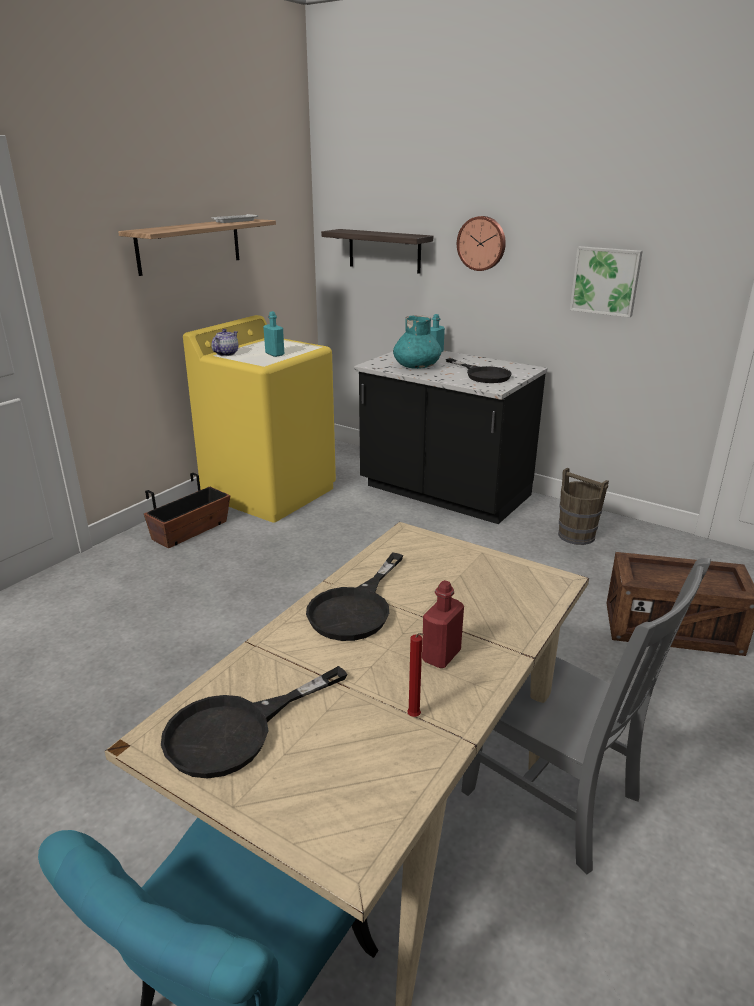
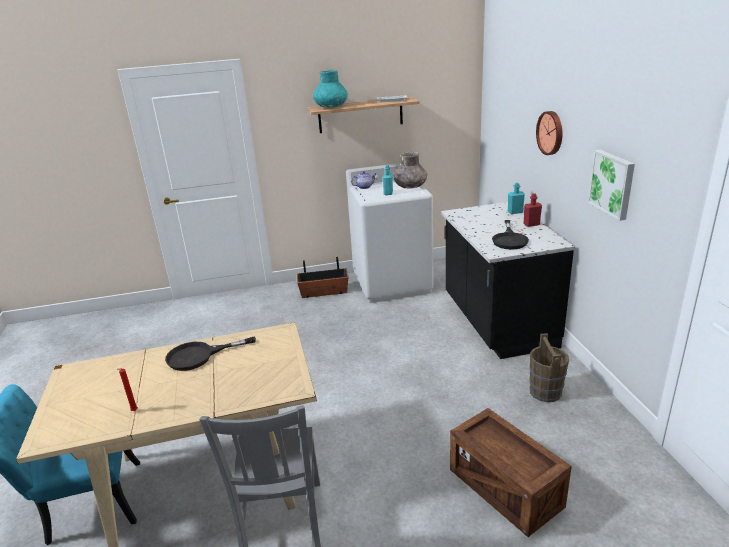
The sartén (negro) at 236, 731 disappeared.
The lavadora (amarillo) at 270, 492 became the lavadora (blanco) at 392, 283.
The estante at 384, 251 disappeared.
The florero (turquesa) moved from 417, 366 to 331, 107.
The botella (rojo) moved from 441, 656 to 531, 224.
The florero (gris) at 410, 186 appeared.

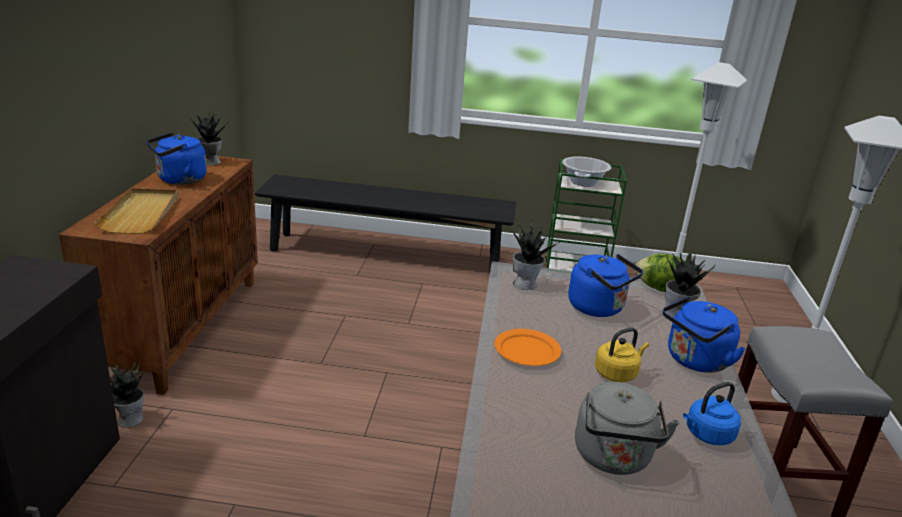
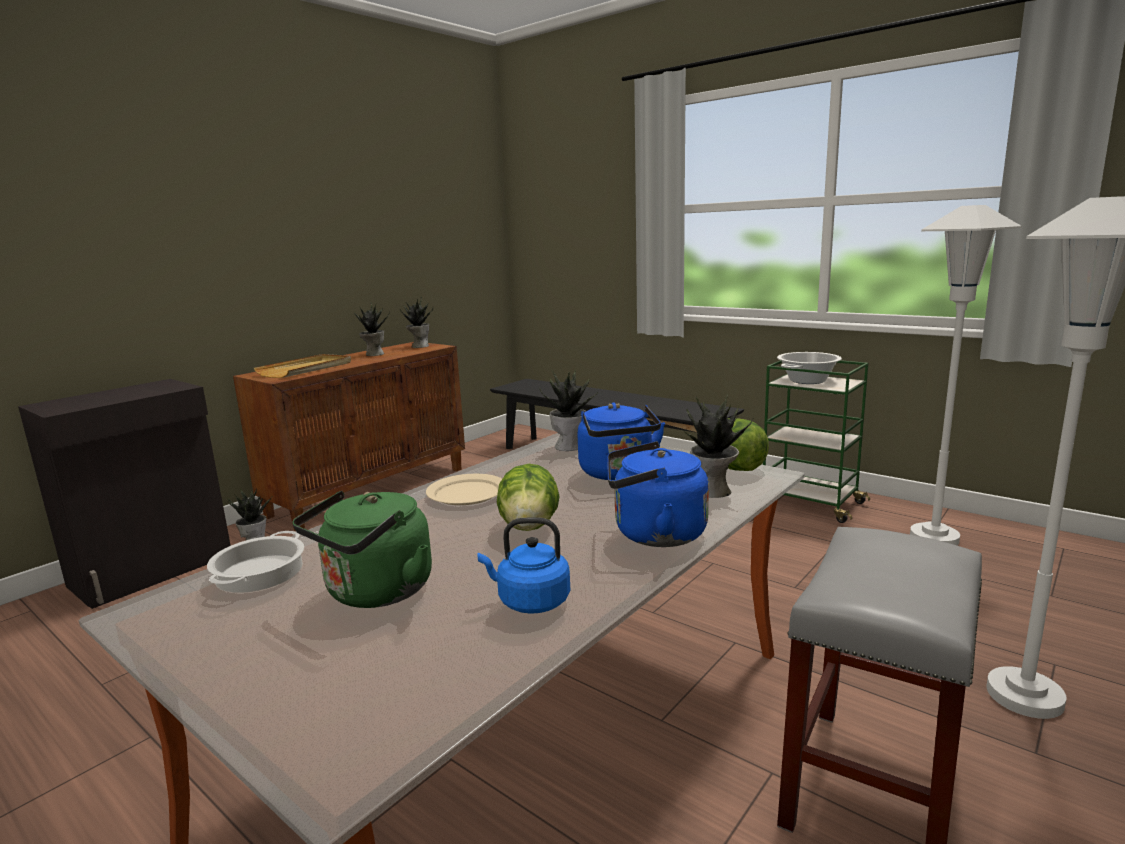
The hervidor (azul) at 179, 180 was replaced by the planta en maceta at 374, 354.
The plato (naranja) at 527, 350 became the plato (beis) at 467, 493.
The hervidor (gris) at 613, 458 became the hervidor (verde) at 375, 593.
The hervidor (amarillo) at 617, 373 was replaced by the lechuga at 529, 527.
The olla at 260, 572 appeared.

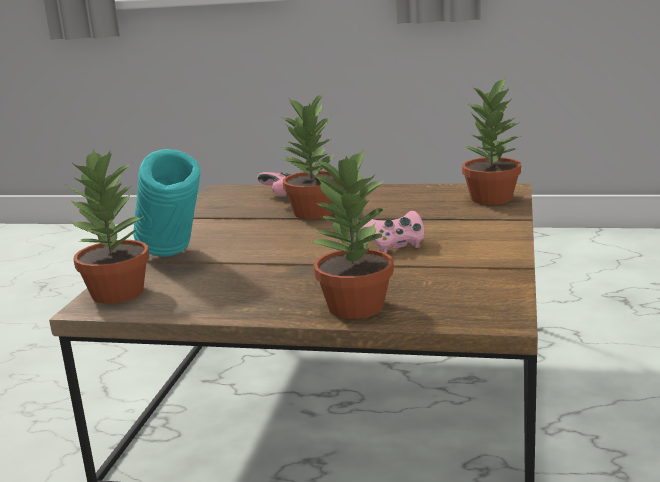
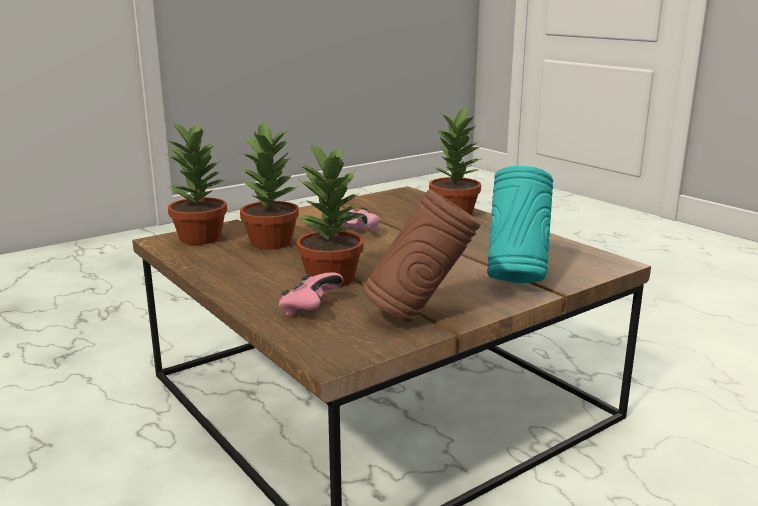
The planta en maceta moved from 117, 294 to 272, 242.
The florero (marrón) at 419, 316 appeared.

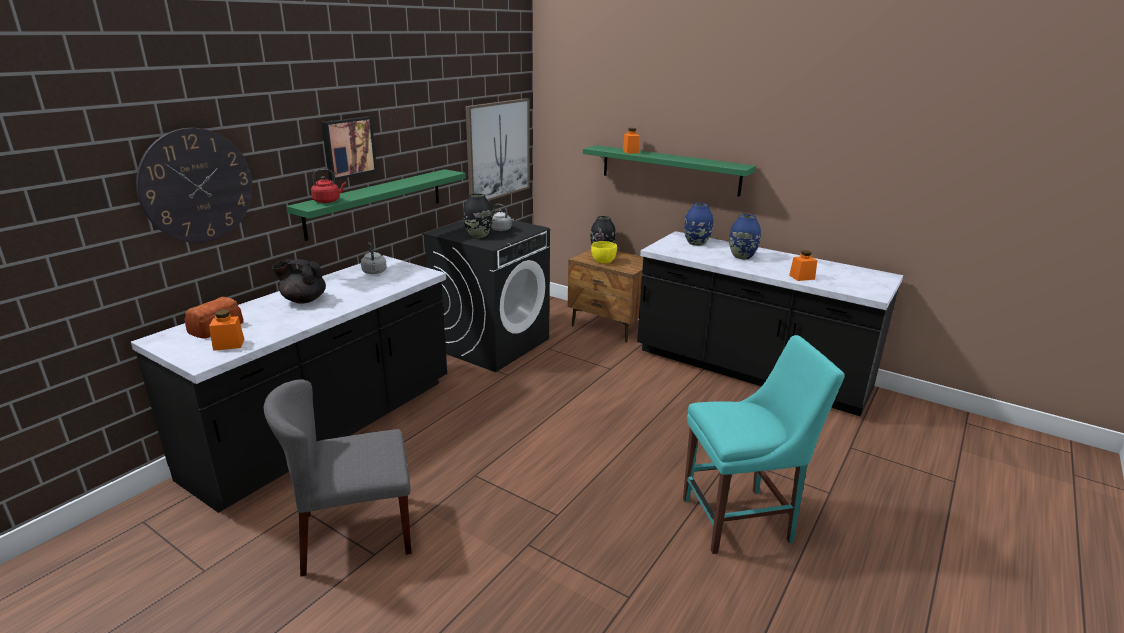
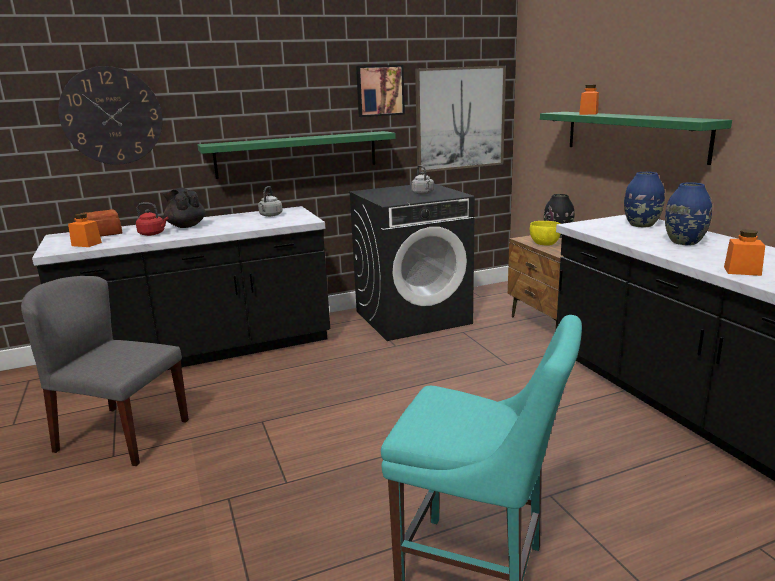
The hervidor (rojo) moved from 328, 201 to 153, 234.
The cuadro moved from 348, 147 to 379, 90.
The florero (negro) at 478, 235 disappeared.

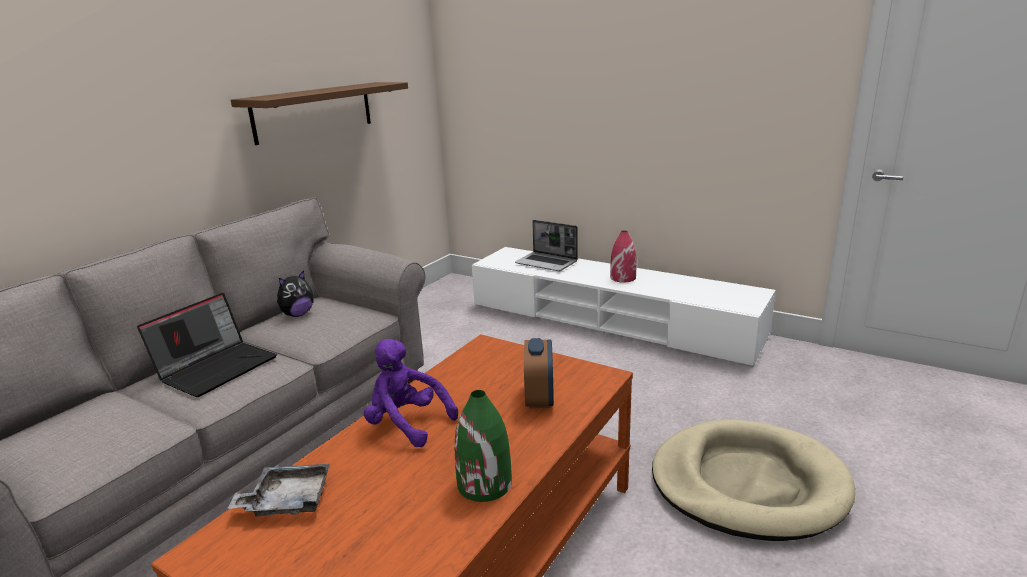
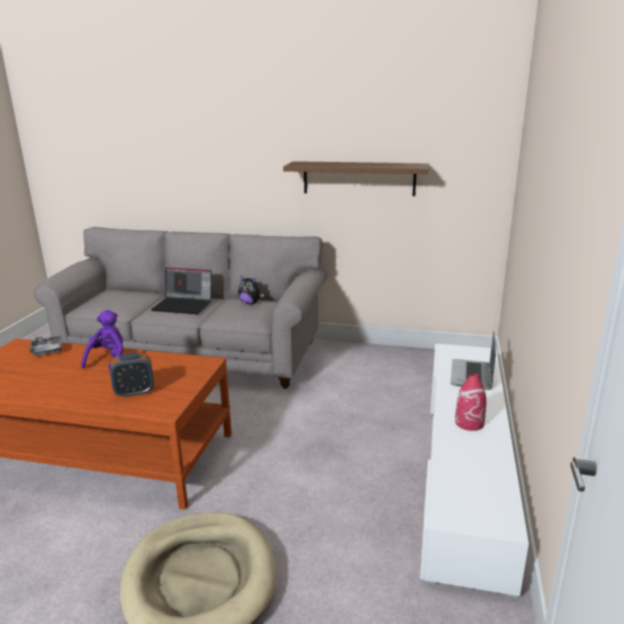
The florero (verde) at 485, 484 disappeared.

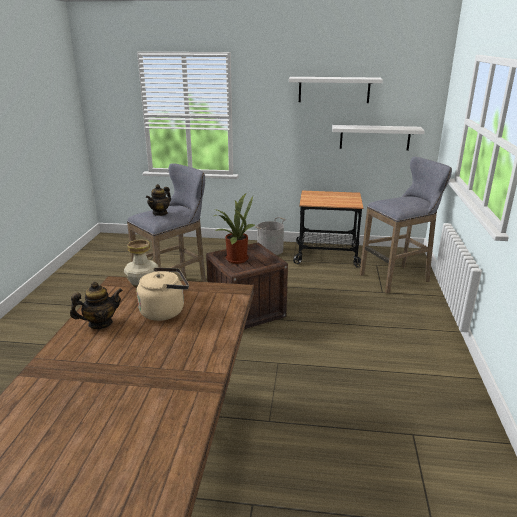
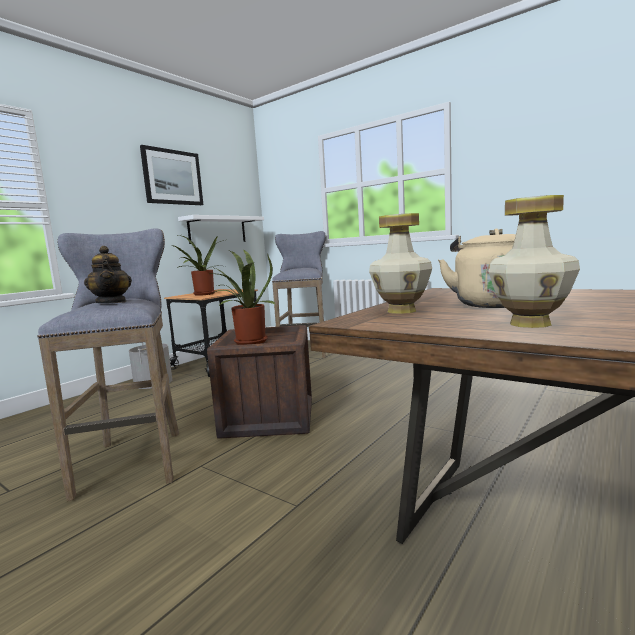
The tetera at 100, 323 was replaced by the florero at 530, 324.
The estante (blanco) at 334, 89 was replaced by the cuadro at 172, 177.
The planta en maceta at 203, 294 appeared.

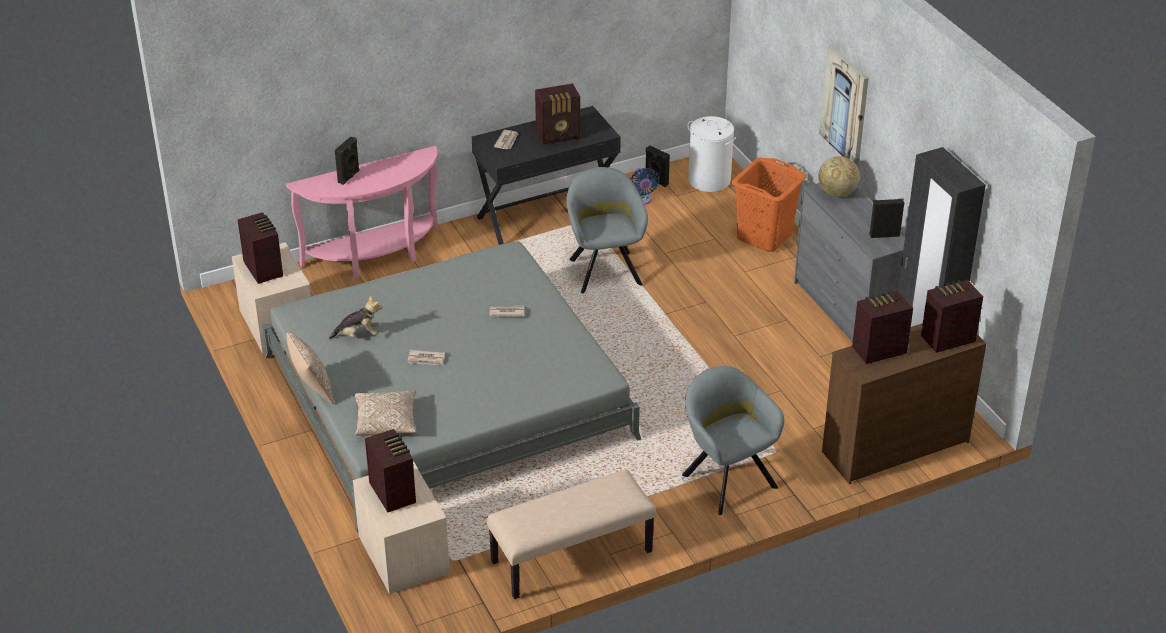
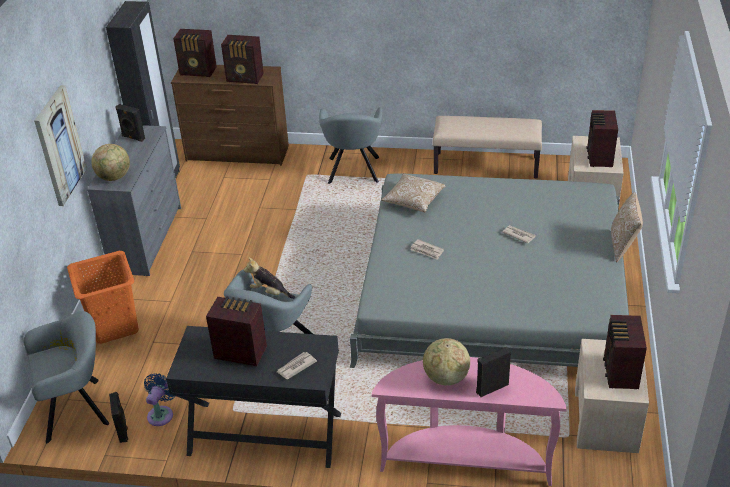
The peluche moved from 358, 335 to 270, 292.
The cojín moved from 386, 422 to 413, 200.
The cesto de la ropa (blanco) at 709, 180 was replaced by the sillón (gris) at 78, 409.
The globo terráqueo at 445, 378 appeared.

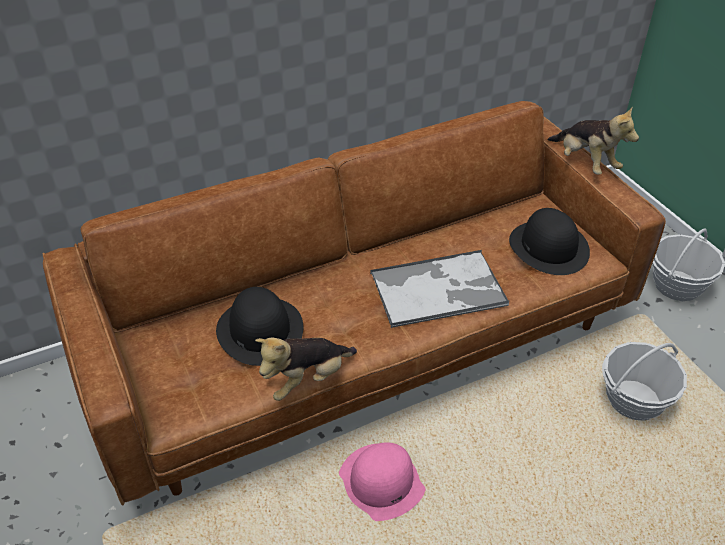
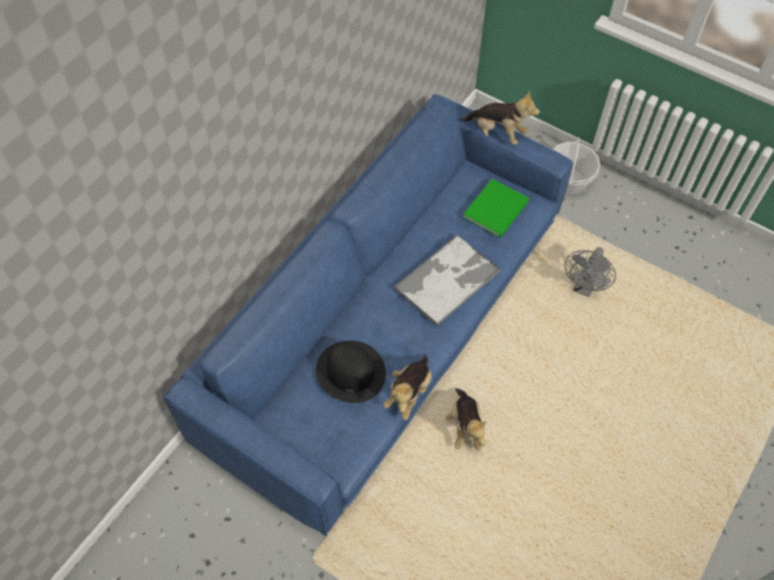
The sofá (marrón) at 362, 343 became the sofá (azul) at 386, 330.
The sombrero (rosa) at 381, 481 was replaced by the peluche at 465, 426.
The sombrero (negro) at 549, 247 was replaced by the libro (verde) at 498, 209.
The cesta at 634, 400 was replaced by the ventilador (gris) at 584, 288.

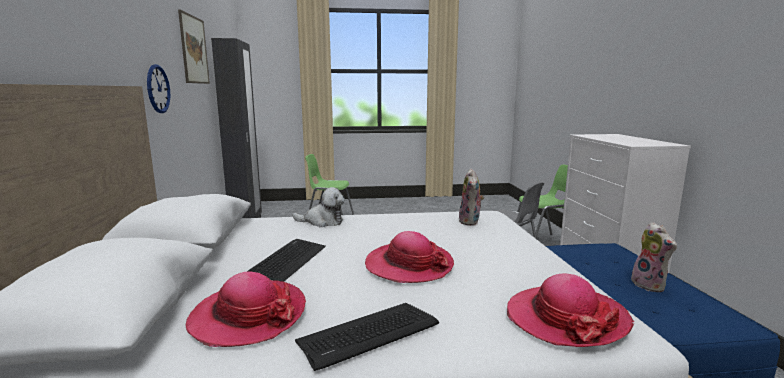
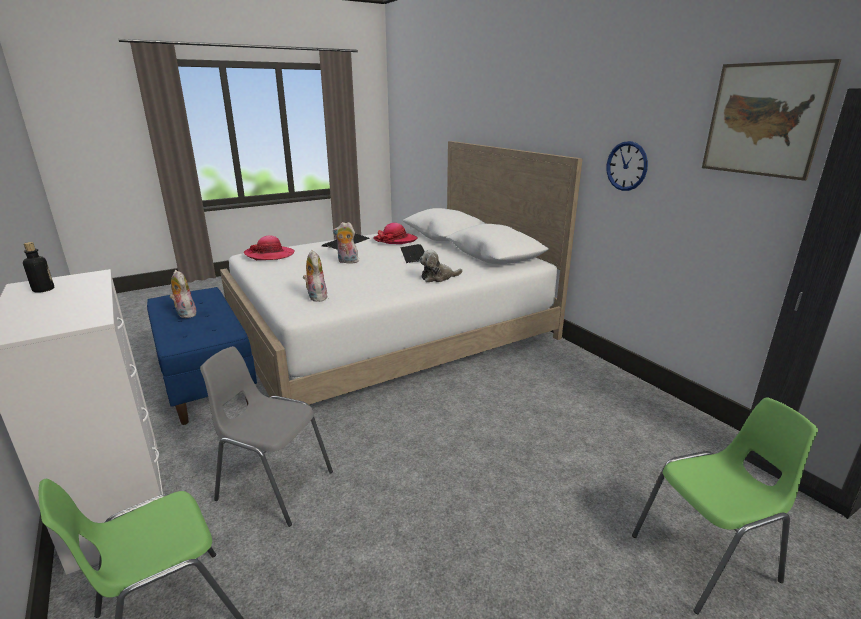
The sombrero at 409, 265 was replaced by the peluche at 347, 262.
The botella at 43, 289 appeared.

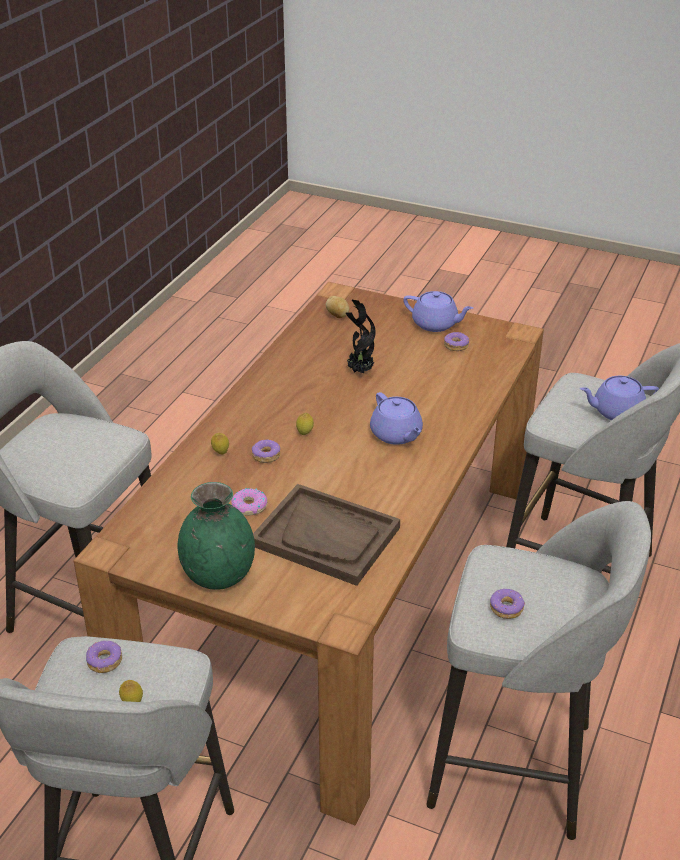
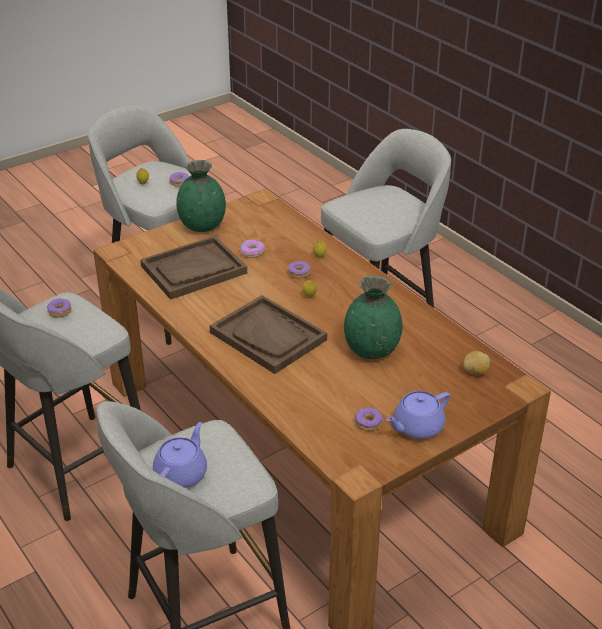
The planta en maceta at 359, 371 was replaced by the florero (verde) at 371, 350.
The tetera (morado) at 396, 434 was replaced by the bandeja (marrón) at 268, 336.

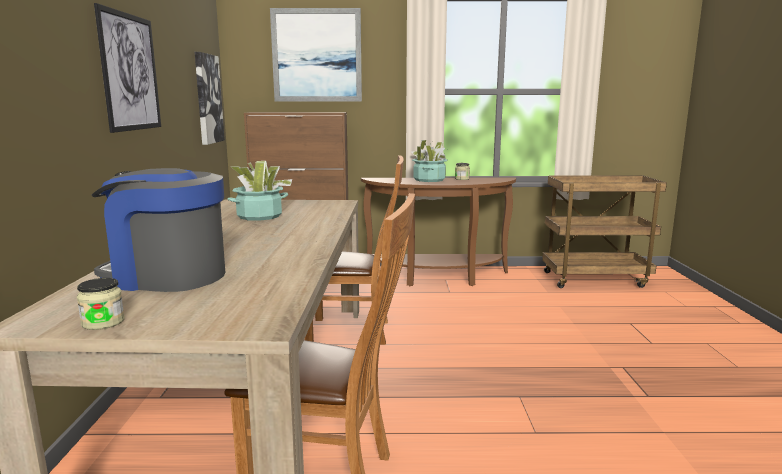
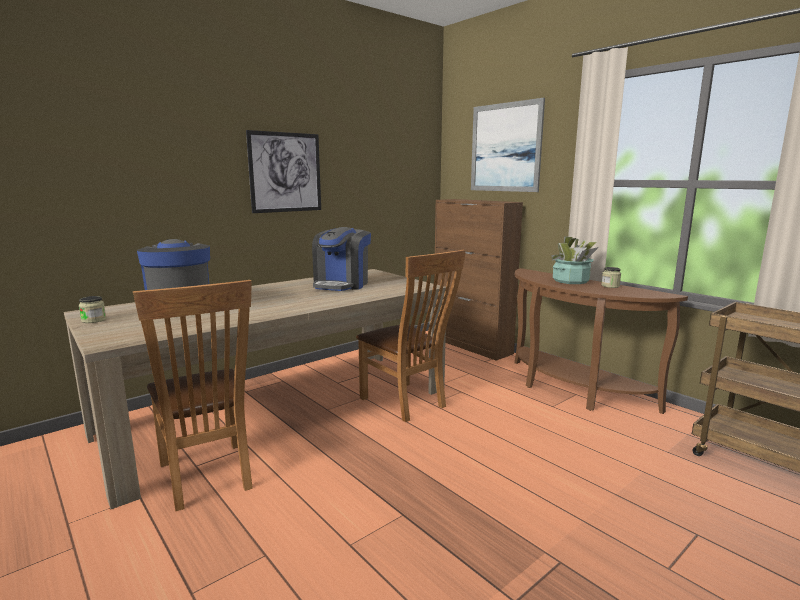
The cuadro at 207, 99 disappeared.
The planta en maceta at 259, 216 was replaced by the cafetera at 341, 284.

